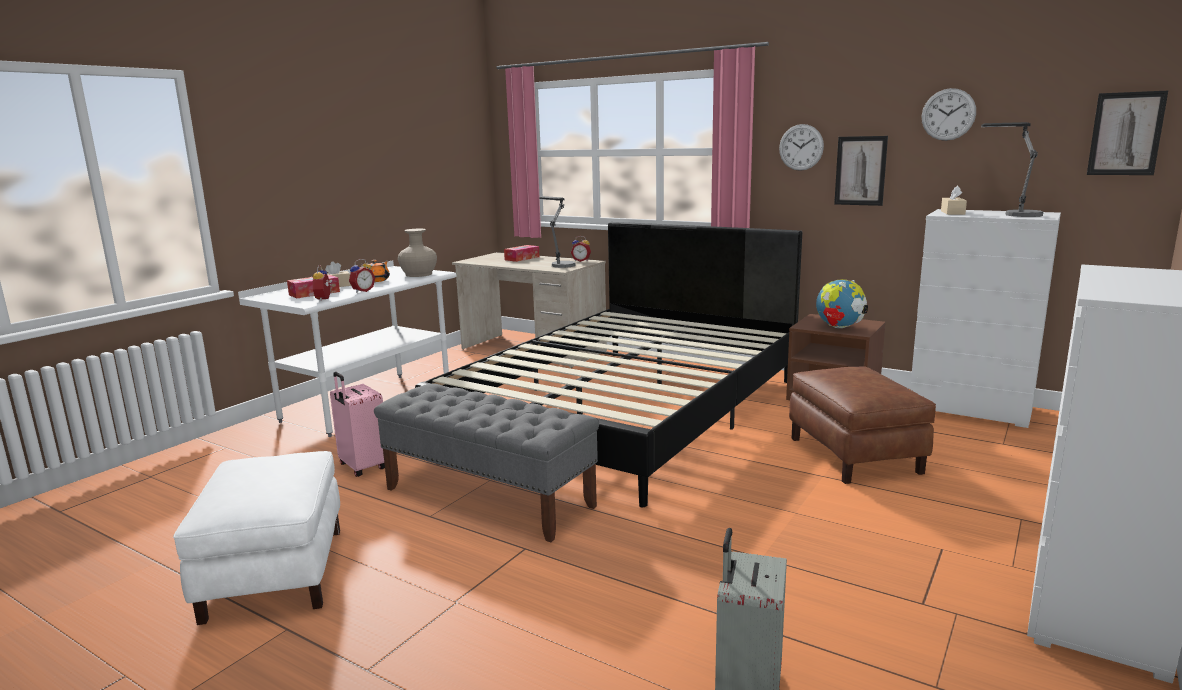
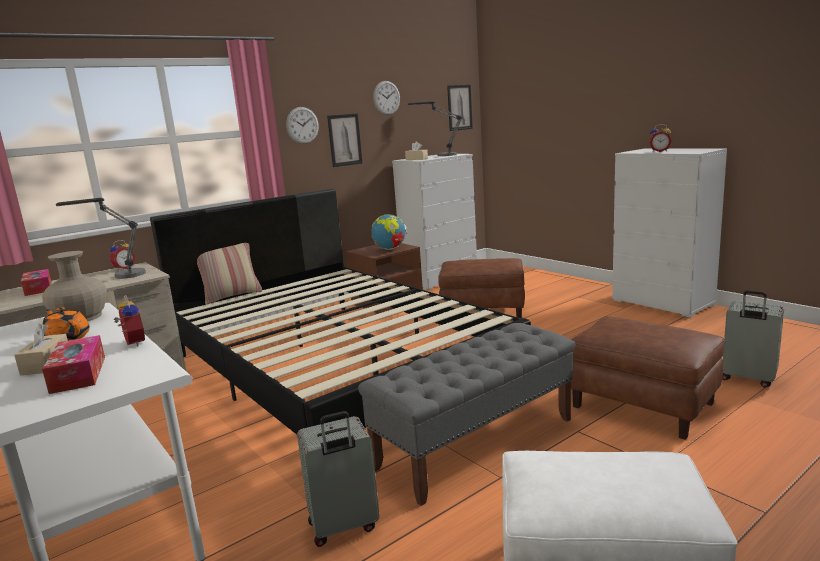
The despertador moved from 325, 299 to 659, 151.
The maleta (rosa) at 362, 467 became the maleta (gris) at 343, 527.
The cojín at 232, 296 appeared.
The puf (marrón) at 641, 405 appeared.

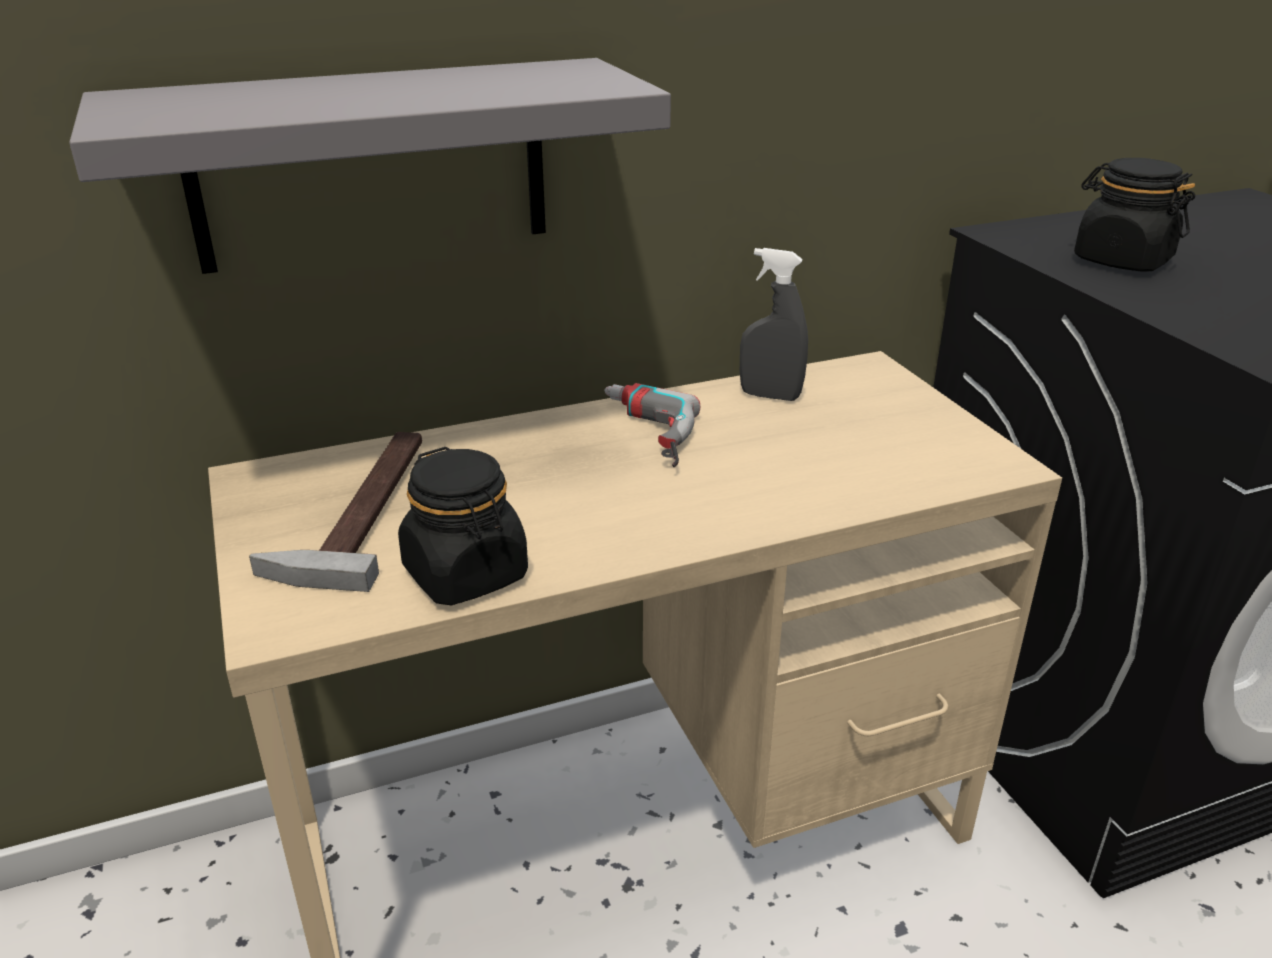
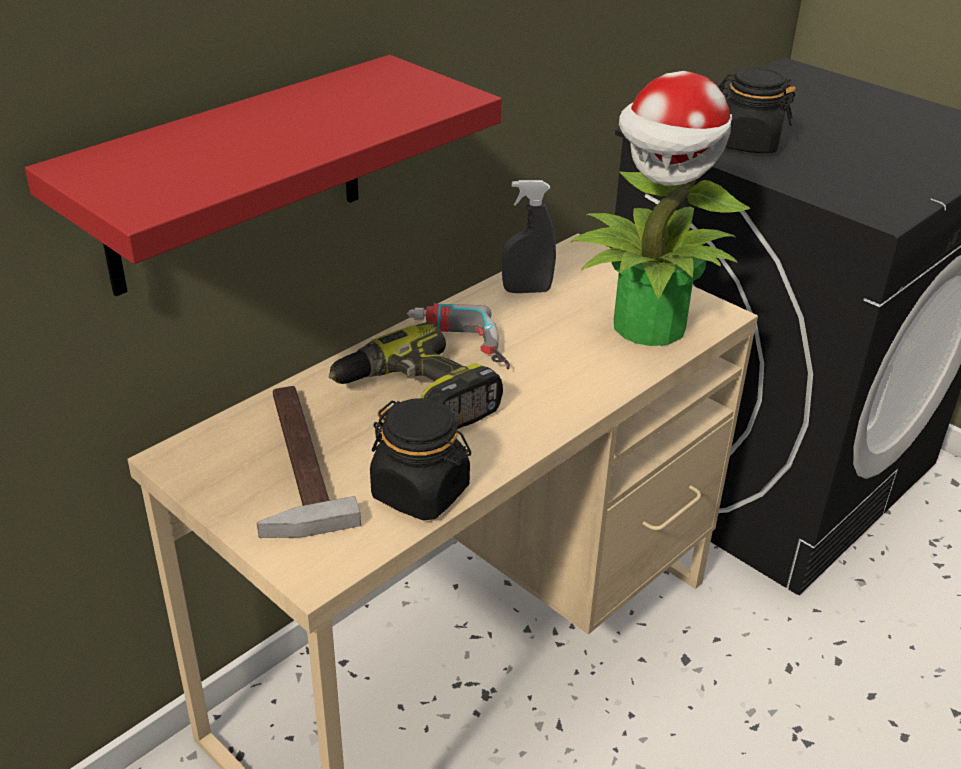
The estante (gris) at 370, 165 became the estante (rojo) at 236, 175.
The taladro at 415, 397 appeared.
The planta en maceta at 648, 327 appeared.

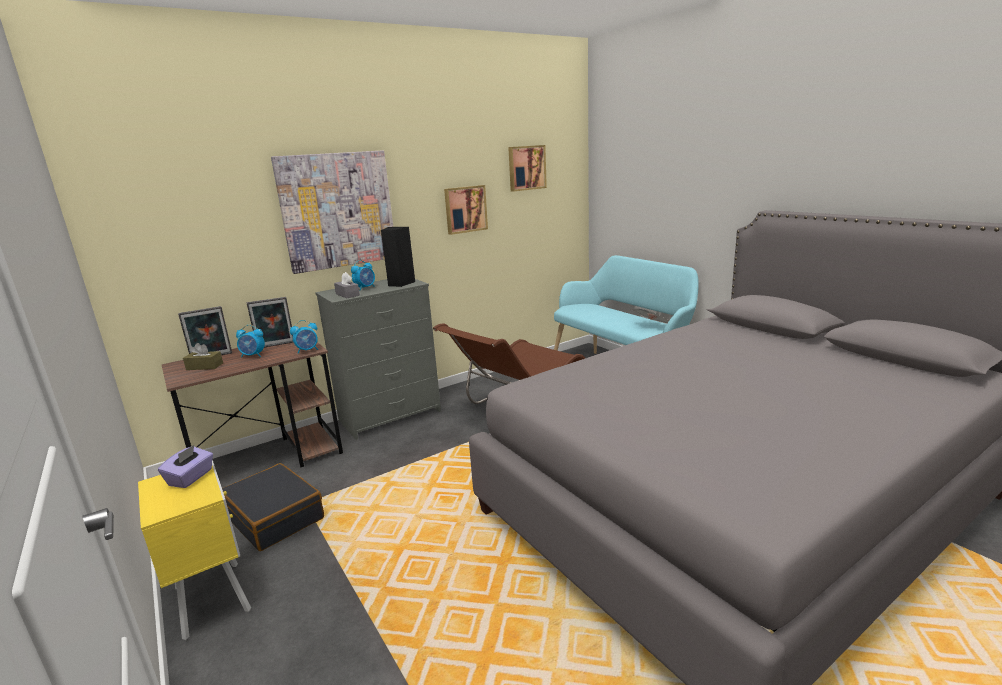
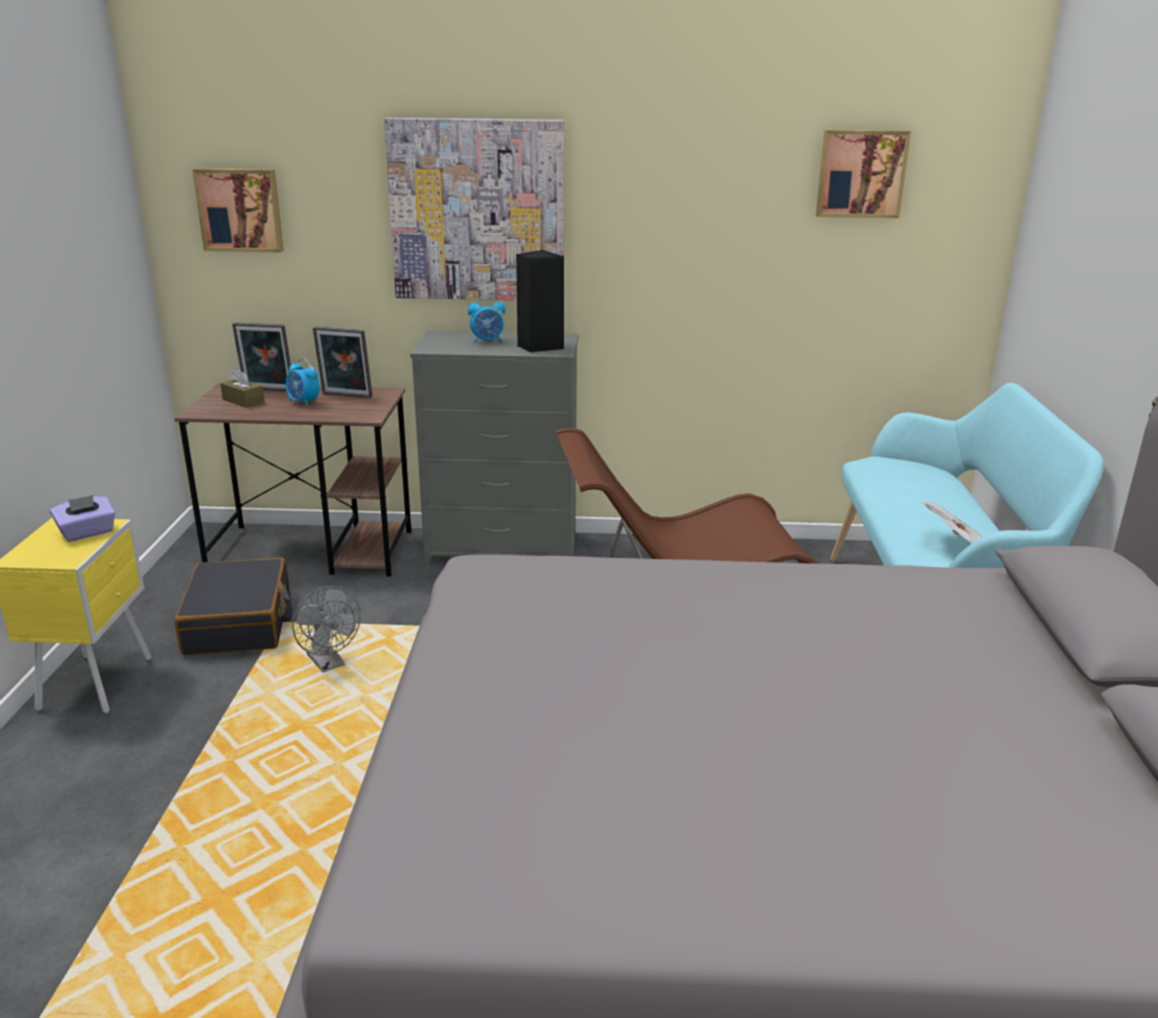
The despertador at 307, 350 disappeared.
The caja de pañuelos (gris) at 347, 295 disappeared.
The cuadro moved from 465, 209 to 240, 210.
The ventilador (gris) at 329, 664 appeared.

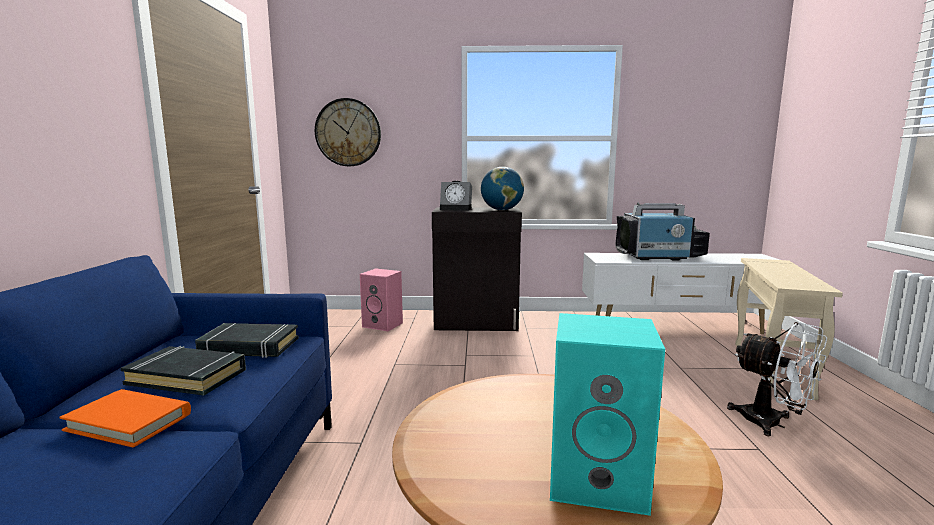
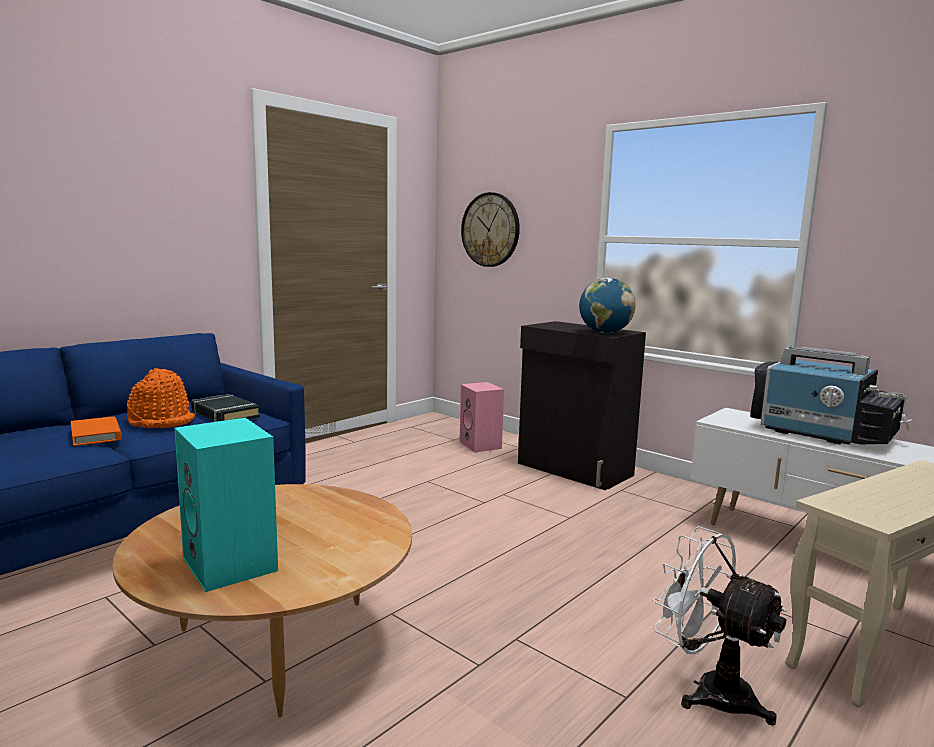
The libro (negro) at 187, 377 was replaced by the sombrero (naranja) at 161, 421.
The despertador at 457, 209 disappeared.
The ventilador (blanco) at 772, 424 turned 135 degrees clockwise.

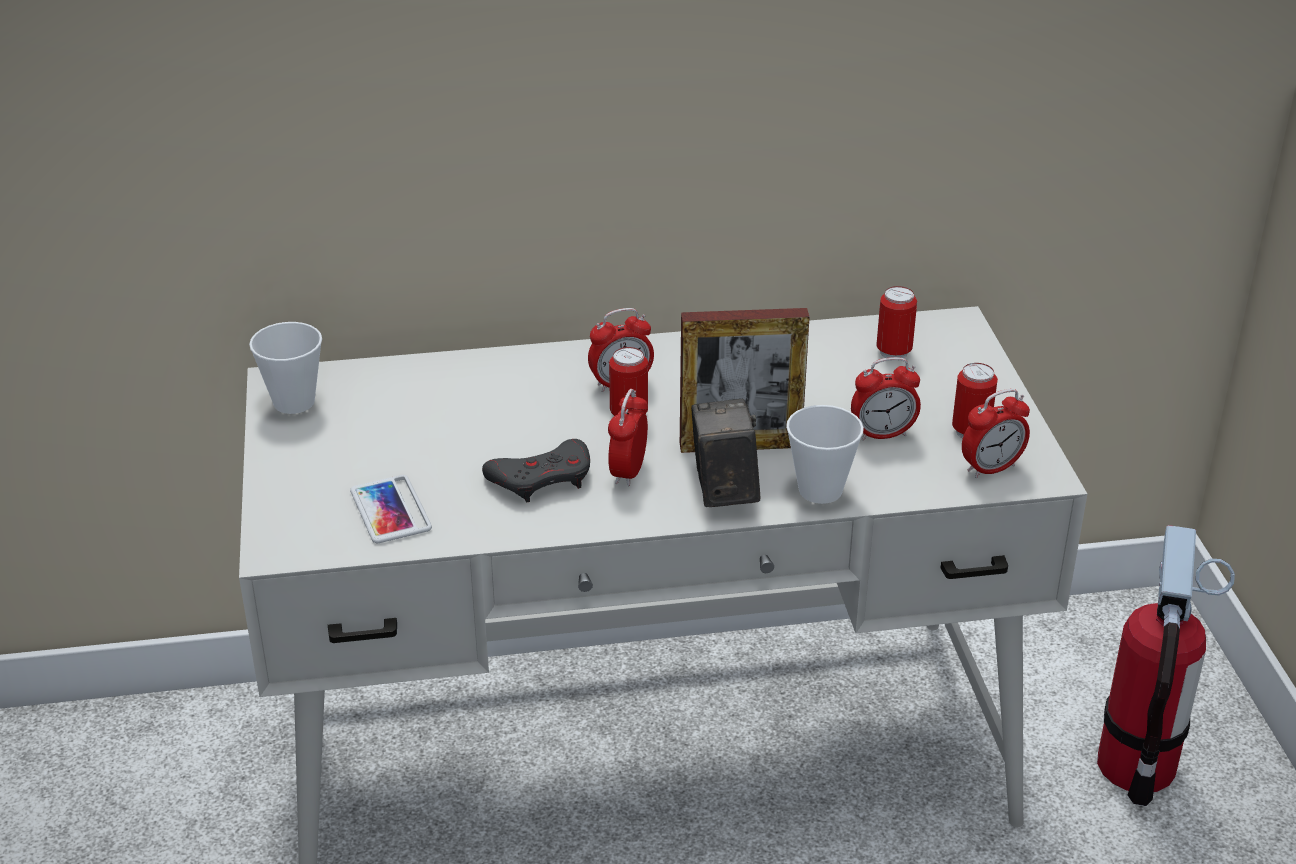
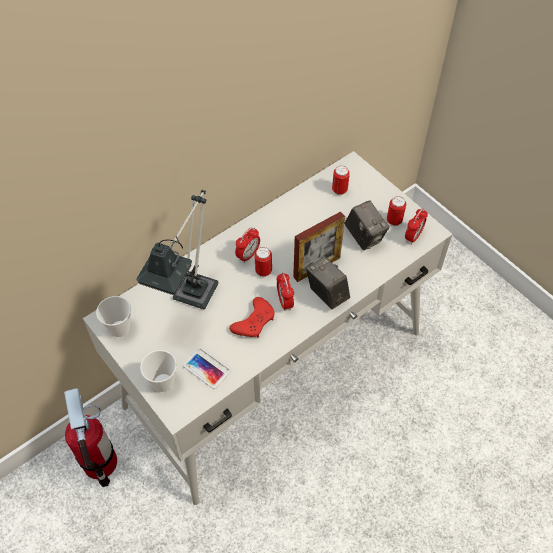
The mando de consola (gris) at 542, 478 became the mando de consola (rojo) at 254, 321.
The taza moved from 820, 490 to 163, 382.
The despertador at 882, 434 was replaced by the cámara at 364, 237.
The extintor moved from 1137, 765 to 100, 463.
The lámpara de mesa at 191, 300 appeared.

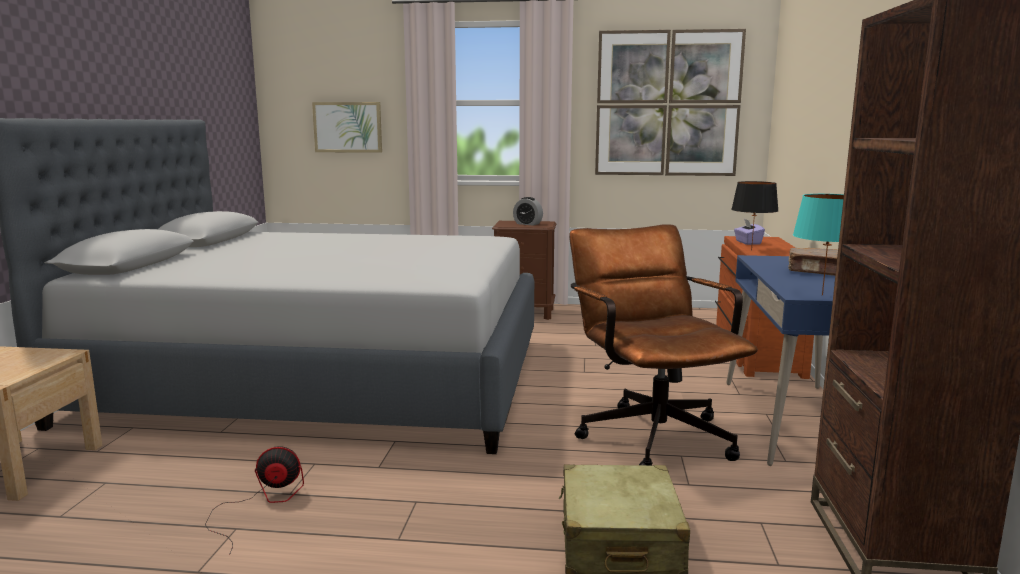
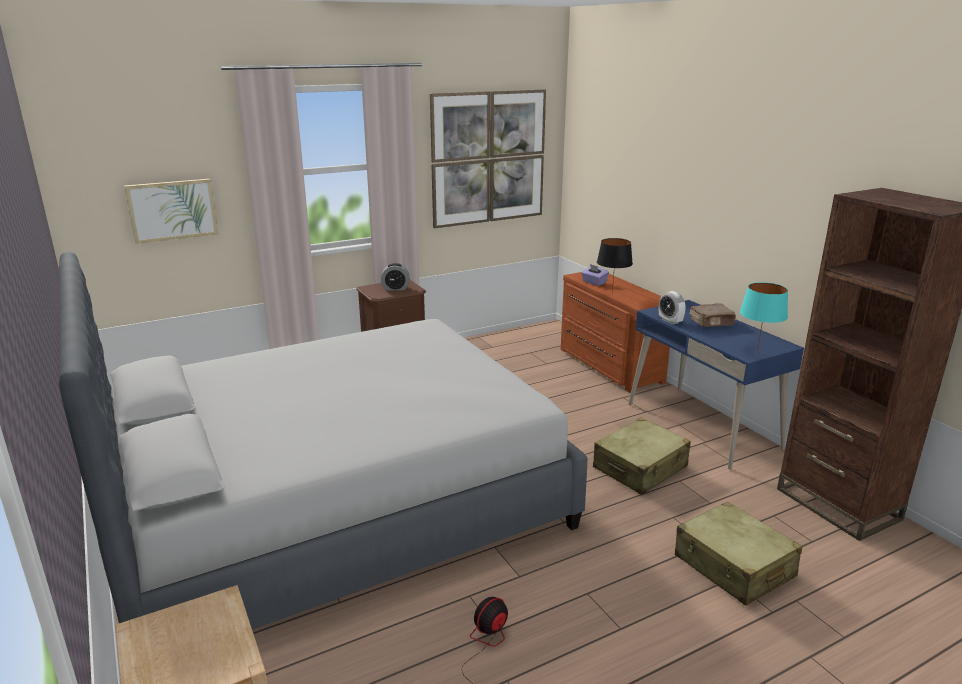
The silla de oficina (marrón) at 650, 432 was replaced by the maleta (beis) at 640, 468.
The despertador at 670, 321 appeared.

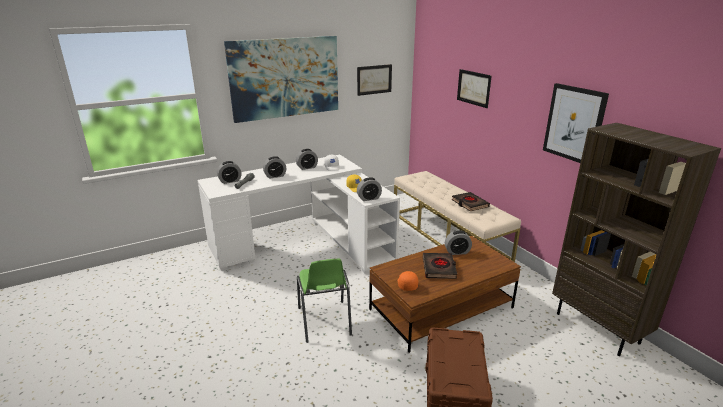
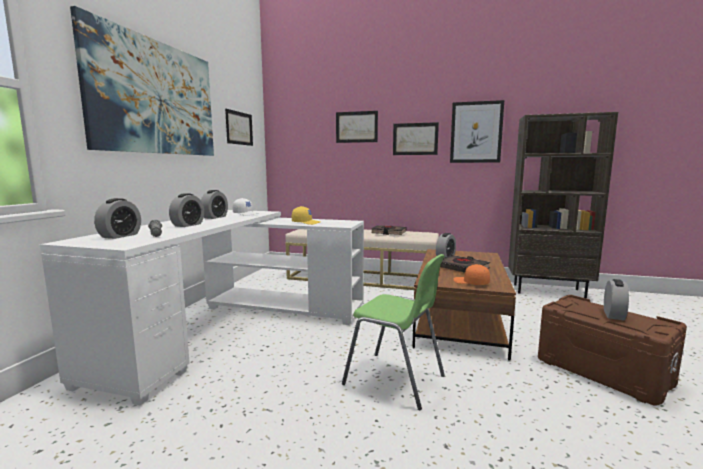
The despertador moved from 369, 198 to 613, 315.
The cuadro at 415, 139 appeared.

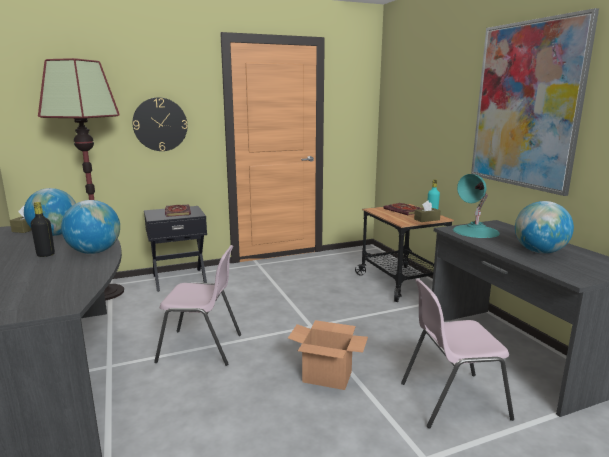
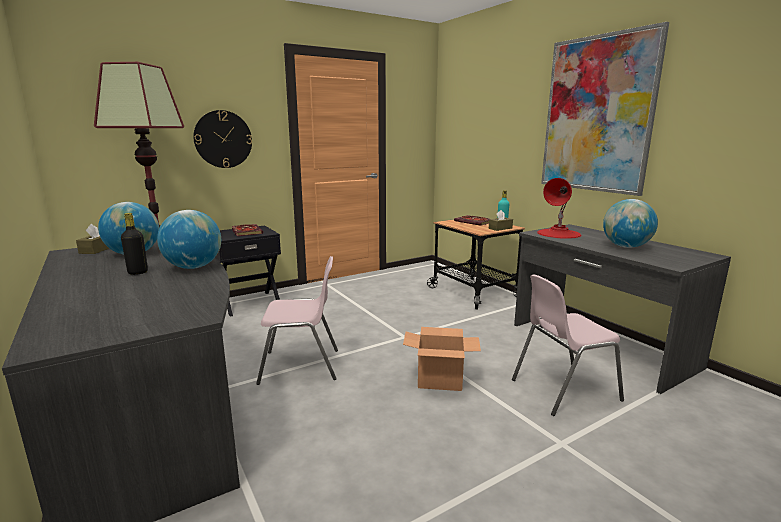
The lámpara de mesa (turquesa) at 476, 231 became the lámpara de mesa (rojo) at 559, 233.

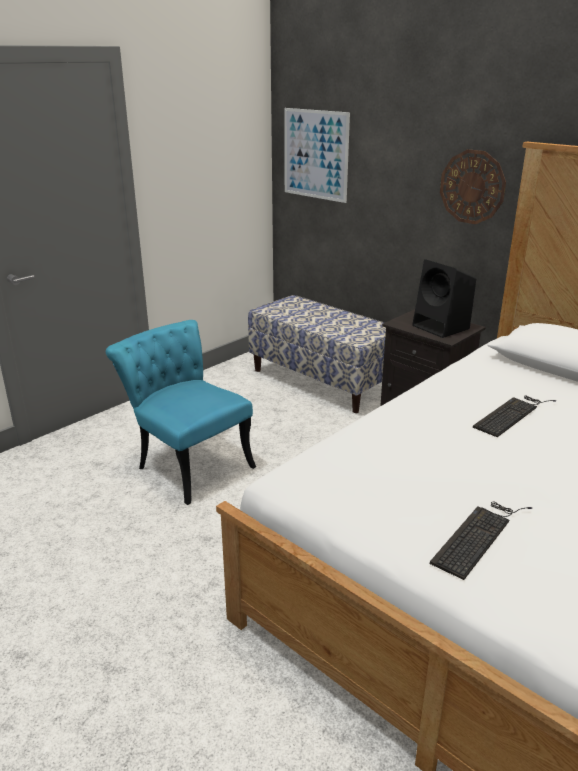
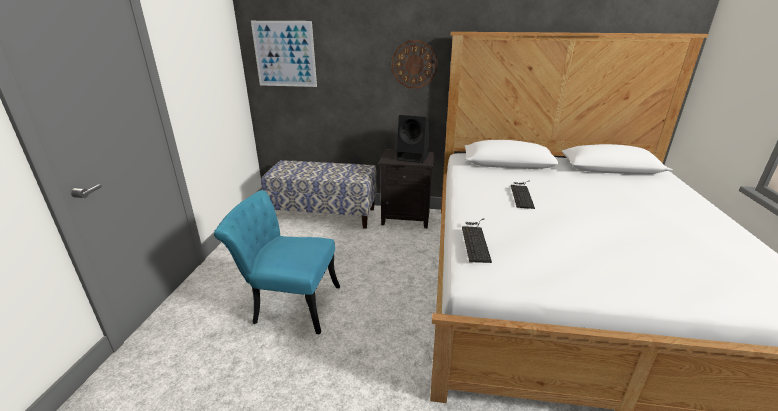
The teclado moved from 479, 535 to 475, 239.

